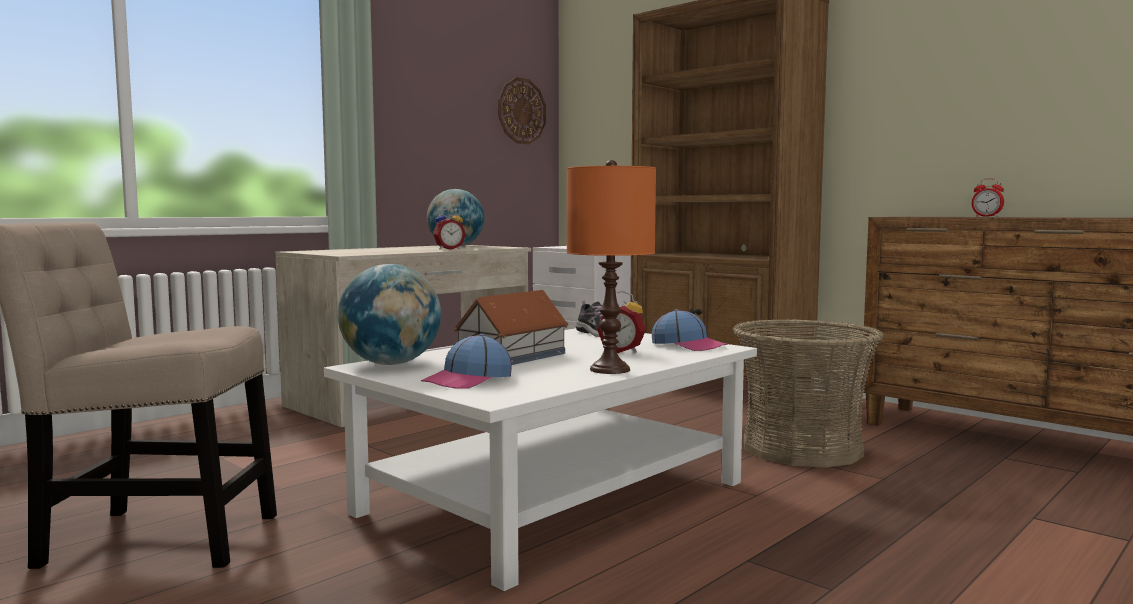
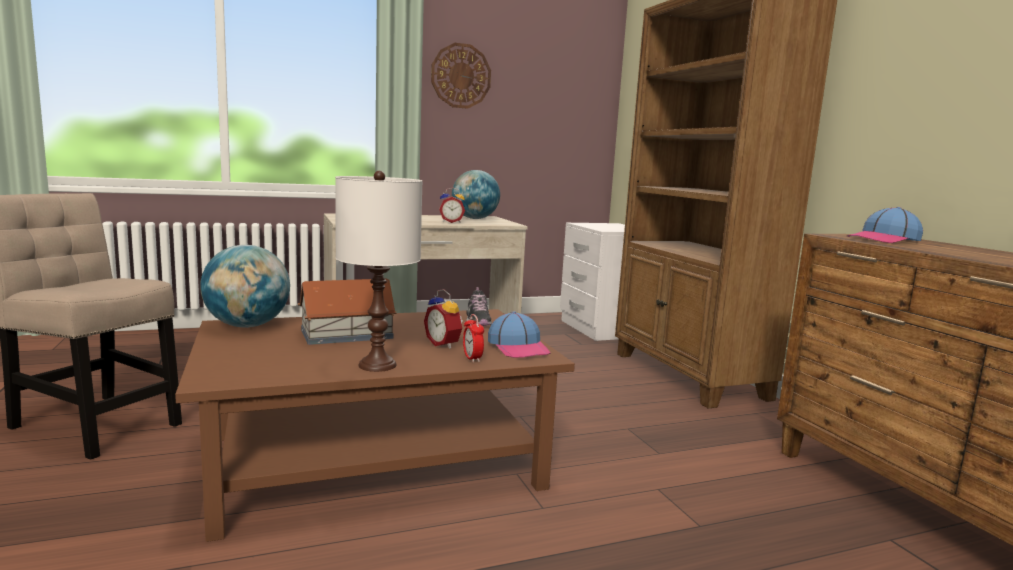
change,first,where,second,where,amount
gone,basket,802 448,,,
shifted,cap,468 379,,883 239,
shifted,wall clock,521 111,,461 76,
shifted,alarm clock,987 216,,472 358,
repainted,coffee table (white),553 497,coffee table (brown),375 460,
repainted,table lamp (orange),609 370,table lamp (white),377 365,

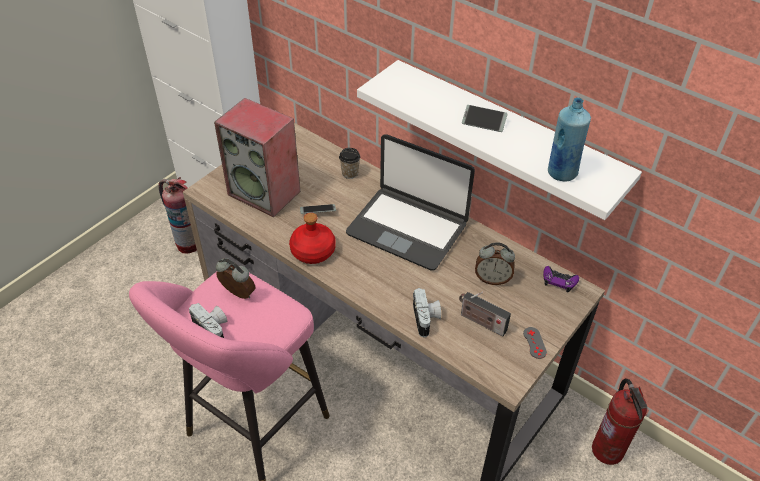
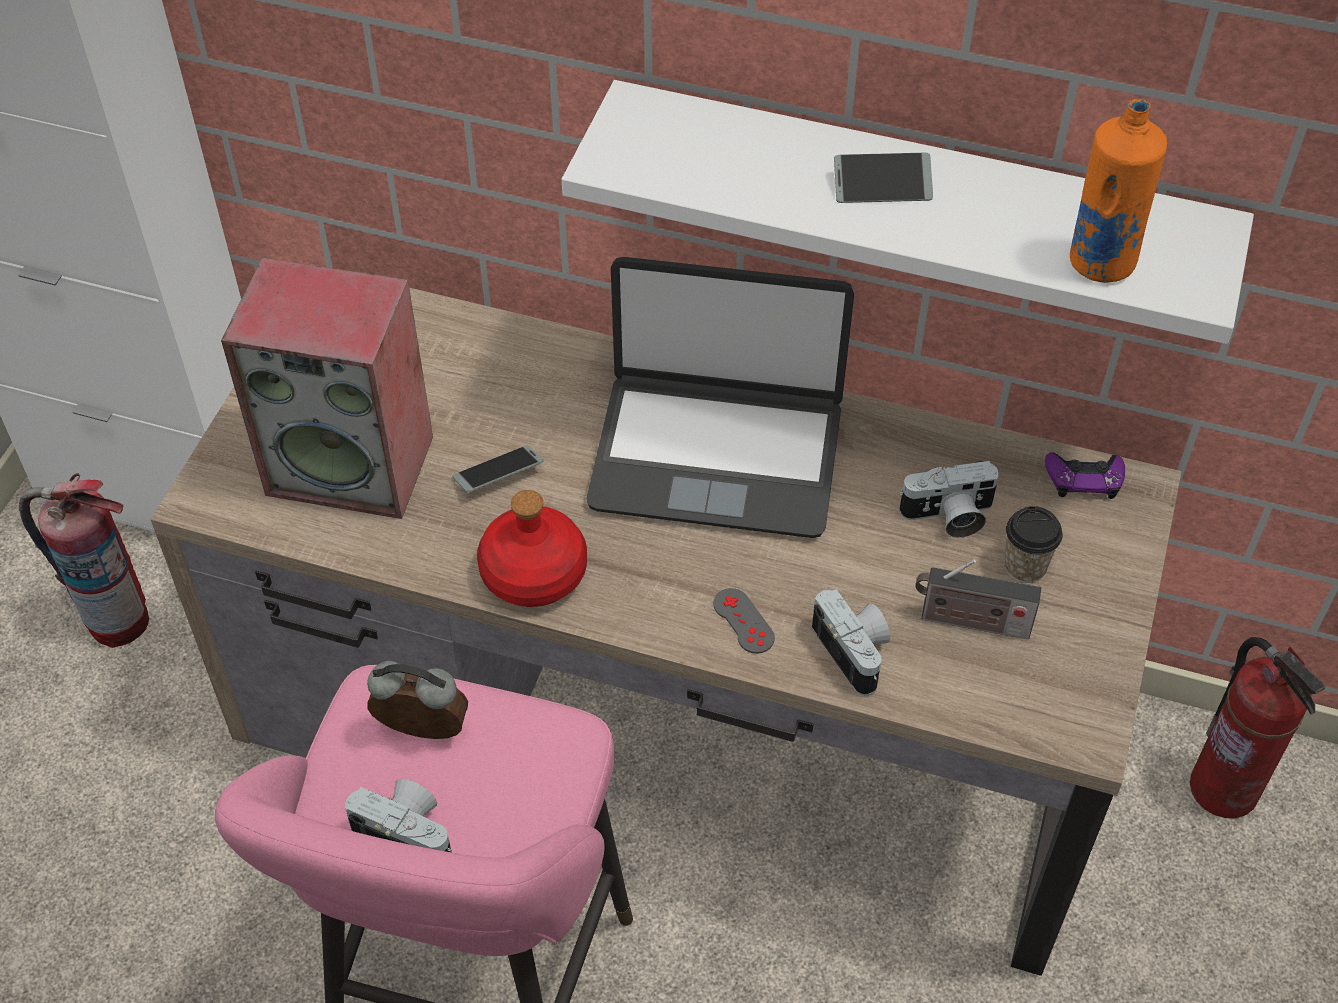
change,first,where,second,where,amount
shifted,cup,350 173,,1024 566,
shifted,game controller (grey),534 343,,743 621,
swapped,alarm clock,492 279,photo camera,949 517,
repainted,bottle (blue),561 172,bottle (orange),1100 262,

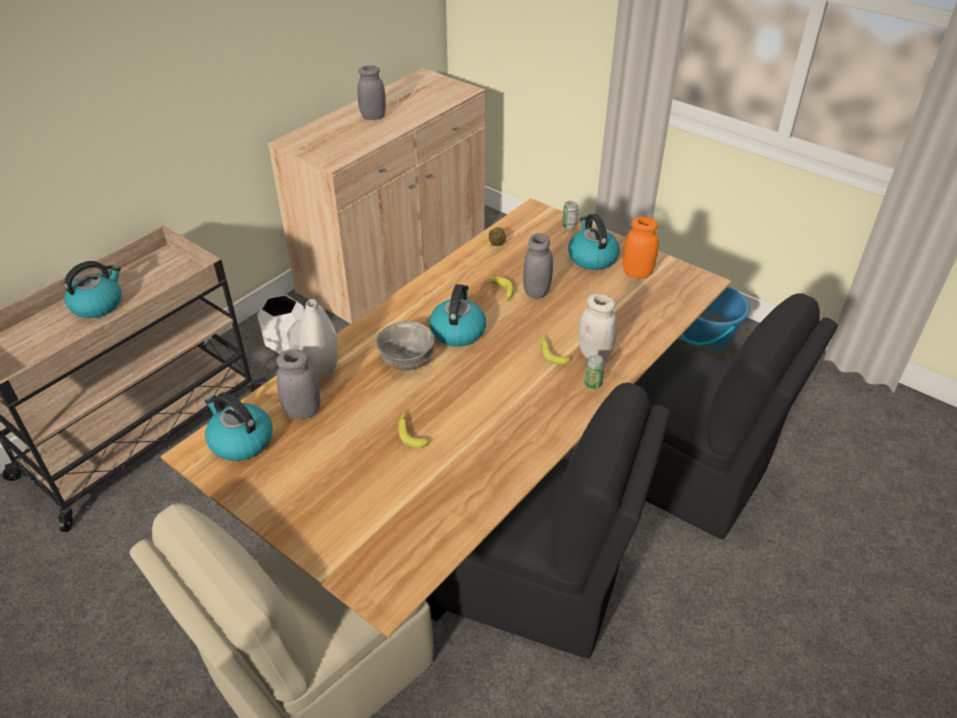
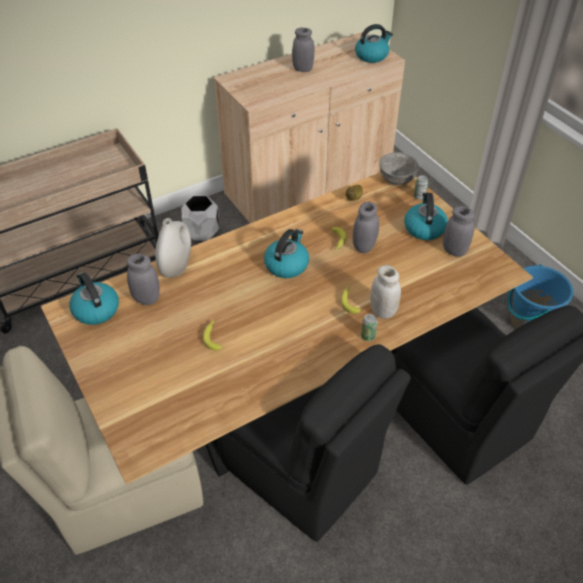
change,first,where,second,where,amount
shifted,kettle,98 304,,372 55,
shifted,bowl (grey),407 360,,397 179,
repainted,jar (orange),637 273,jar (grey),454 250,

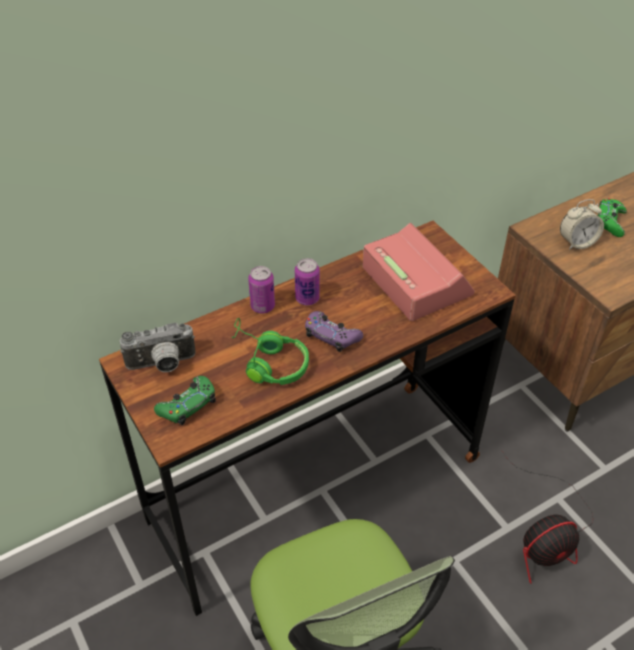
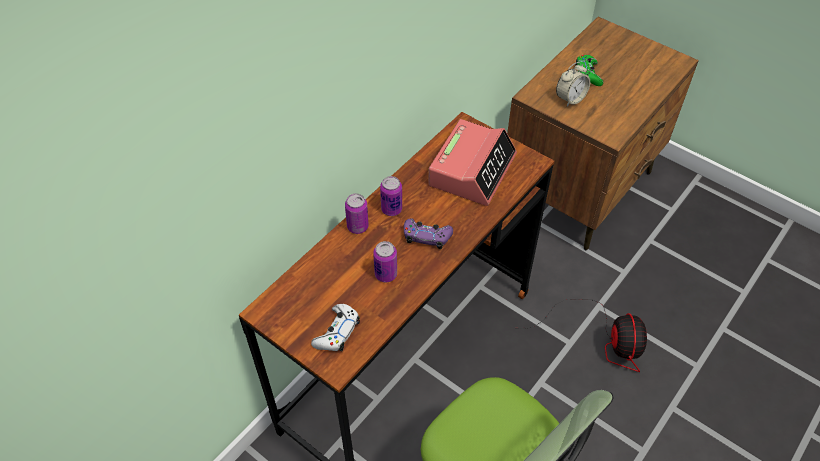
change,first,where,second,where,amount
gone,photo camera,162 365,,,
swapped,headphones (green),268 362,can,386 274,
repainted,game controller (green),187 405,game controller (white),337 332,
rotated,alarm clock,415 281,,472 170,75 degrees clockwise
rotated,fan,547 535,,602 338,45 degrees counterclockwise

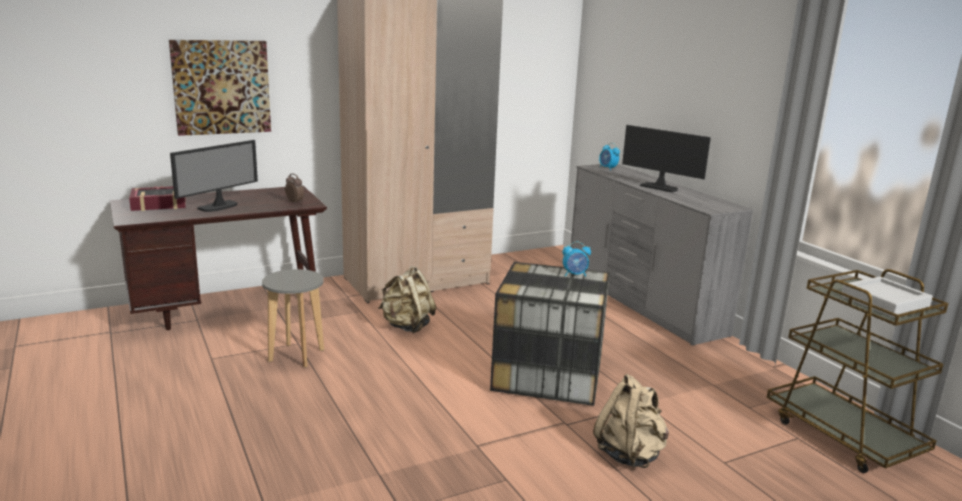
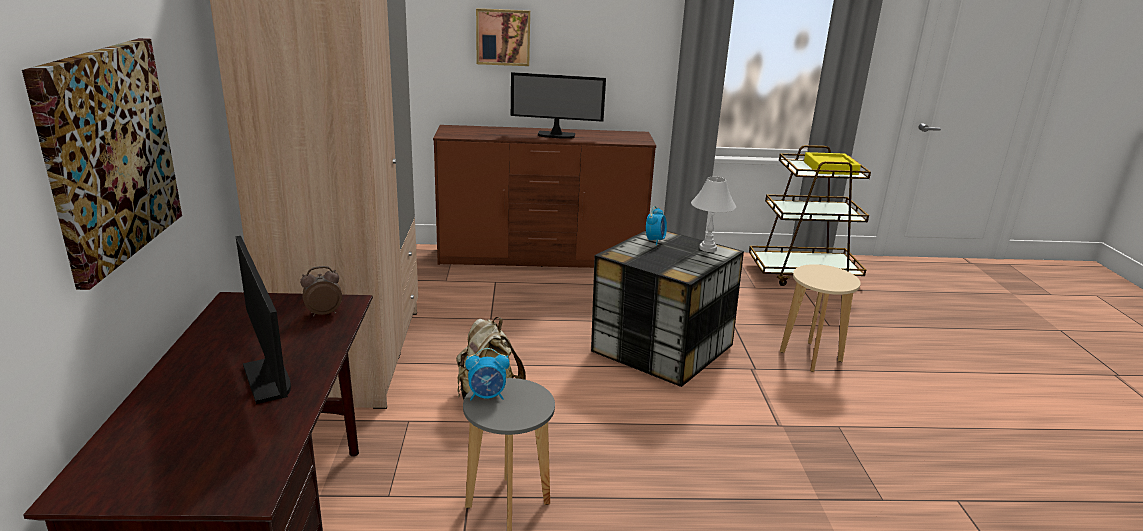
change,first,where,second,where,amount
gone,book,159 204,,,
new,,,picture,503 37,
new,,,table lamp (white),707 248,
shifted,alarm clock,608 168,,487 396,
swapped,backpack (beige),630 454,stool (beige),810 357,
repainted,dresser (grey),641 302,dresser (brown),542 258,
repainted,tray (grey),884 302,tray (yellow),830 168,
rotated,monitor,659 187,,556 135,150 degrees counterclockwise

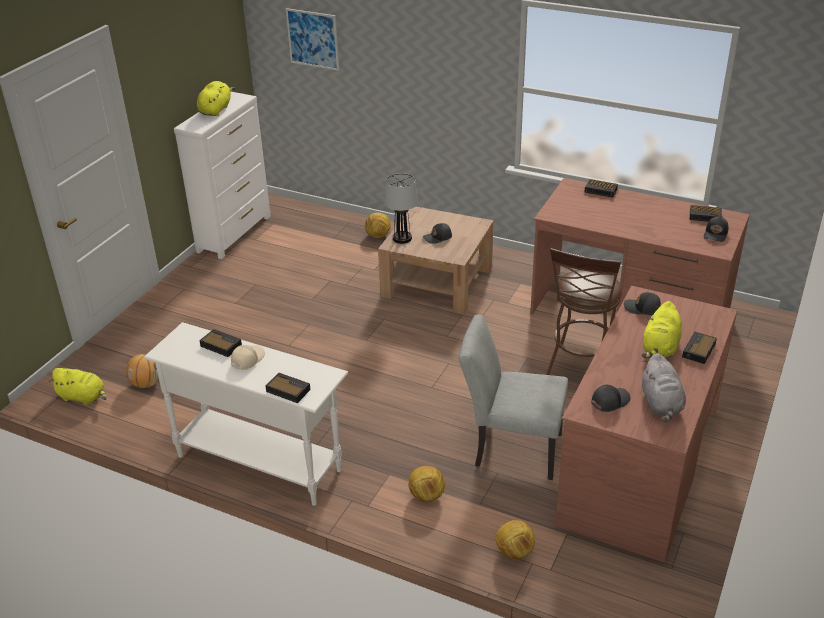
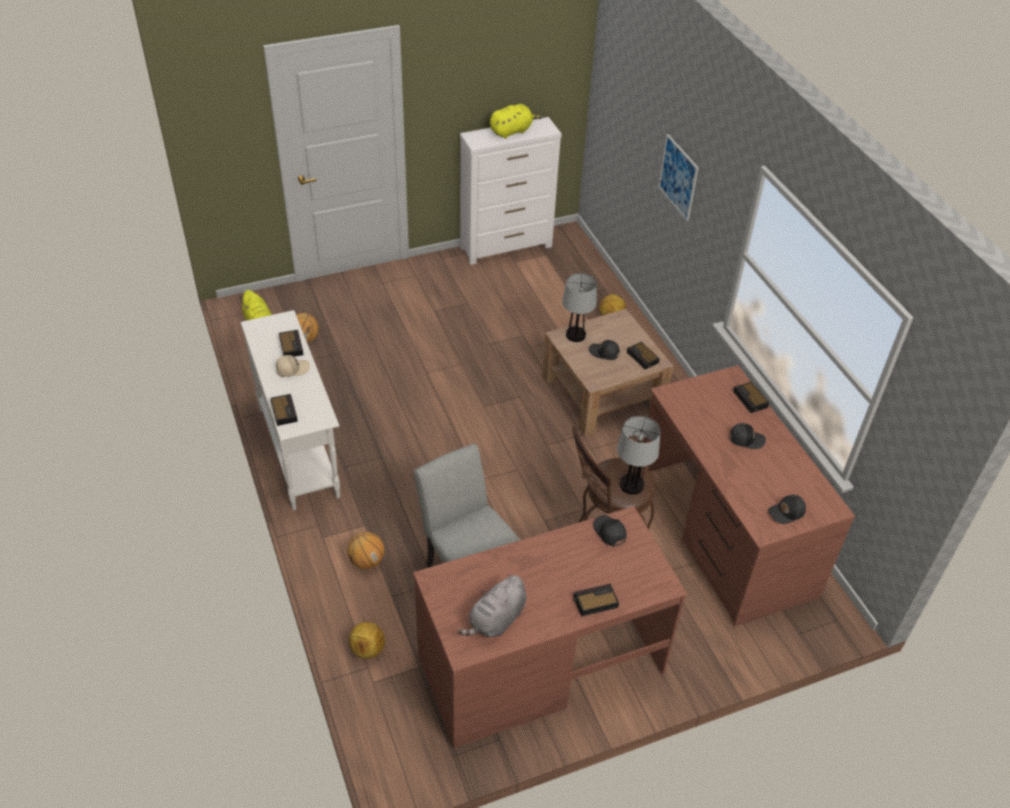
change,first,where,second,where,amount
gone,plush toy (yellow),660 348,,,
new,,,table lamp,631 484,
shifted,picture,313 39,,678 177,
shifted,cap (black),609 401,,746 439,
shifted,alarm clock,706 216,,643 358,
swapped,football,426 496,basketball,366 561,

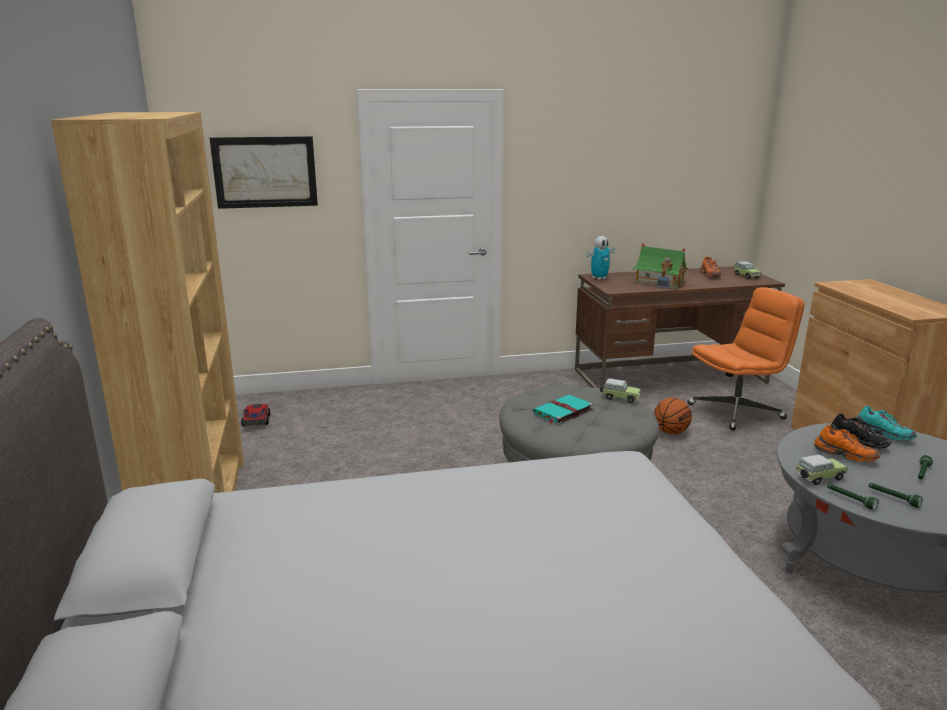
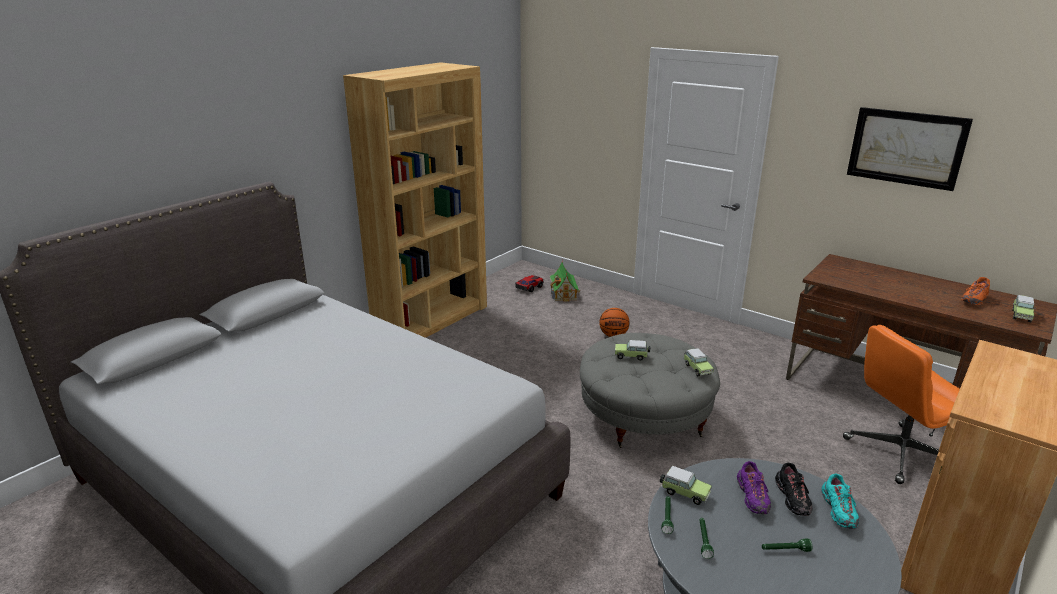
change,first,where,second,where,amount
gone,toy robot,599 278,,,
shifted,picture,265 172,,906 148,
shifted,toy house,660 282,,563 293,
shifted,basketball,670 432,,613 335,
swapped,book (turquoise),562 411,toy car,632 356,
repainted,shoe (orange),844 455,shoe (purple),752 497,
rotated,office chair (orange),736 411,,899 453,135 degrees clockwise

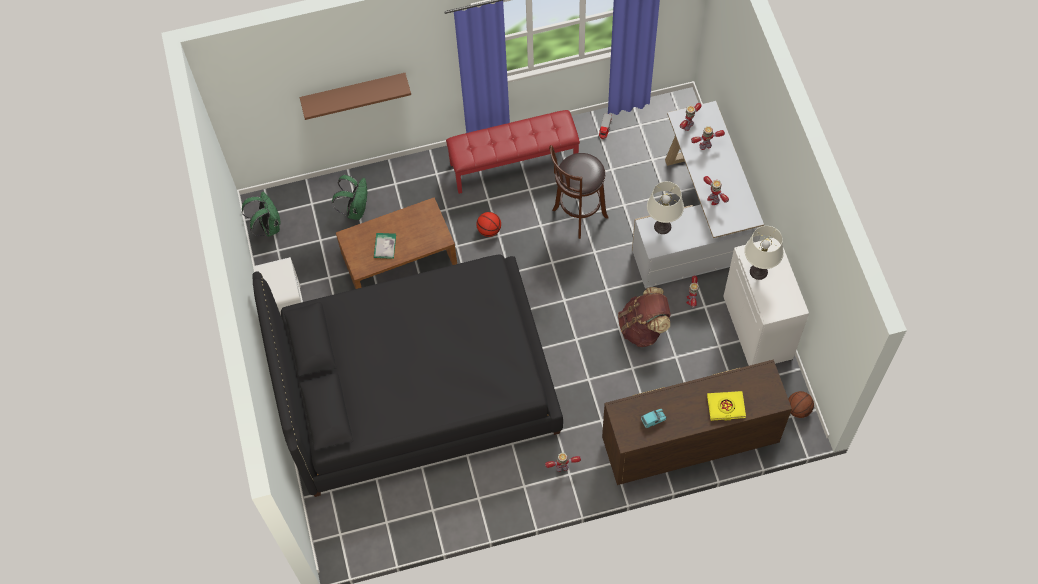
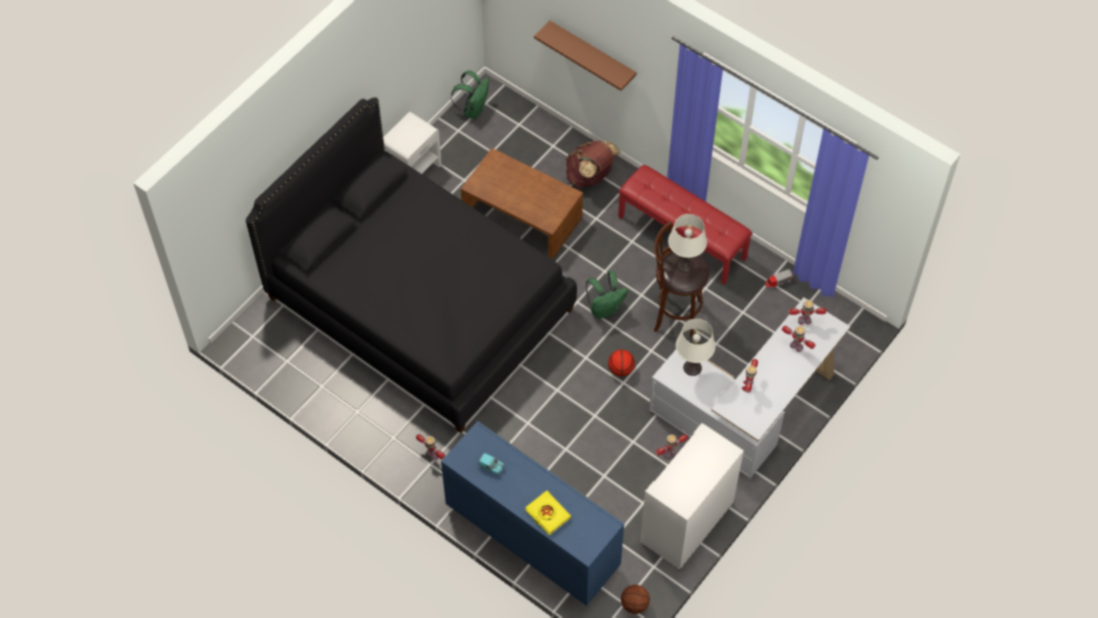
change,first,where,second,where,amount
gone,book,385 246,,,
shifted,backpack (green),356 209,,605 309,
shifted,basketball,489 230,,620 369,
shifted,backpack (brown),643 328,,590 176,
shifted,table lamp (white),758 271,,684 265,
repainted,dresser (brown),688 442,dresser (blue),532 536,

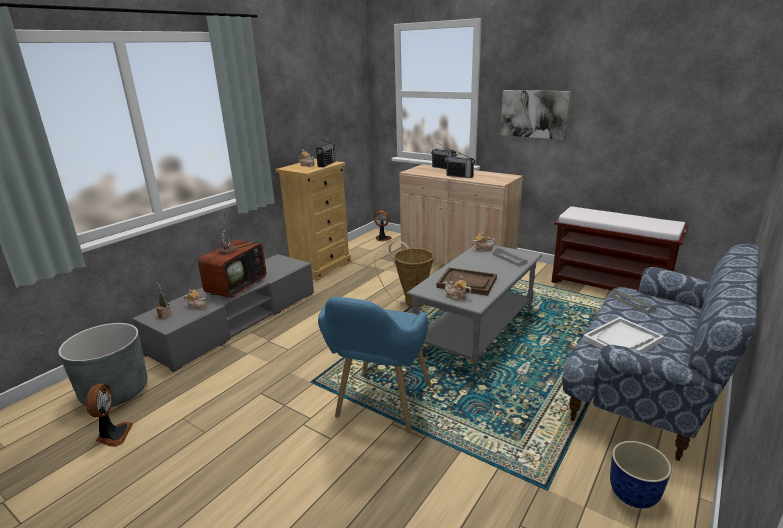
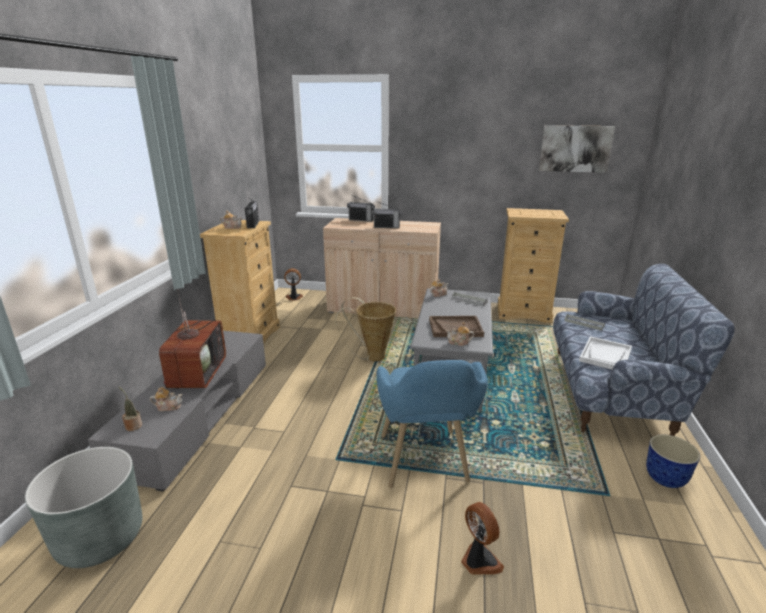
change,first,where,second,where,amount
shifted,fan,113 435,,479 561,
shifted,picture,534 114,,575 148,
swapped,bench (brown),610 286,dresser (beige),524 313,

